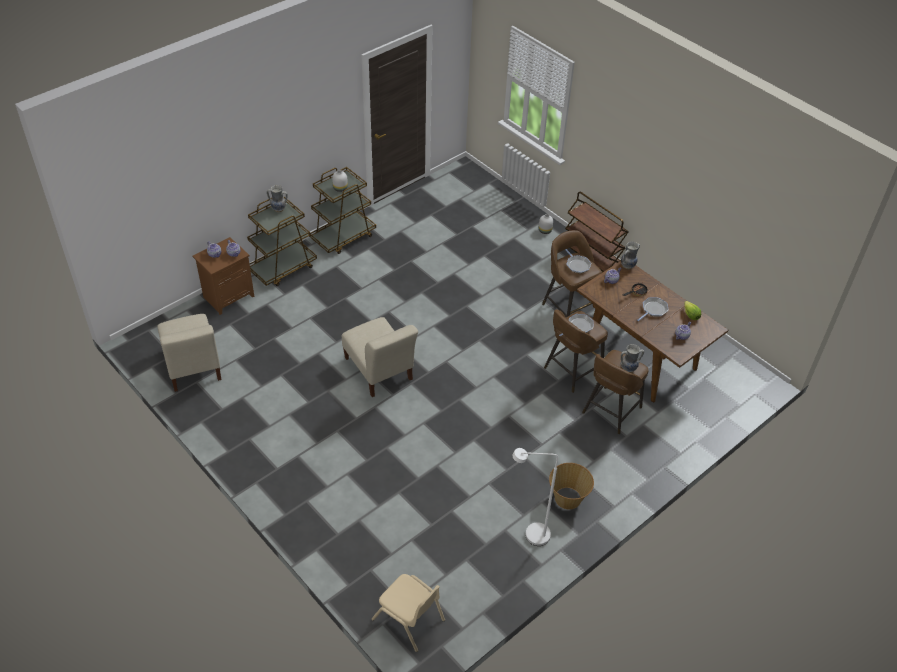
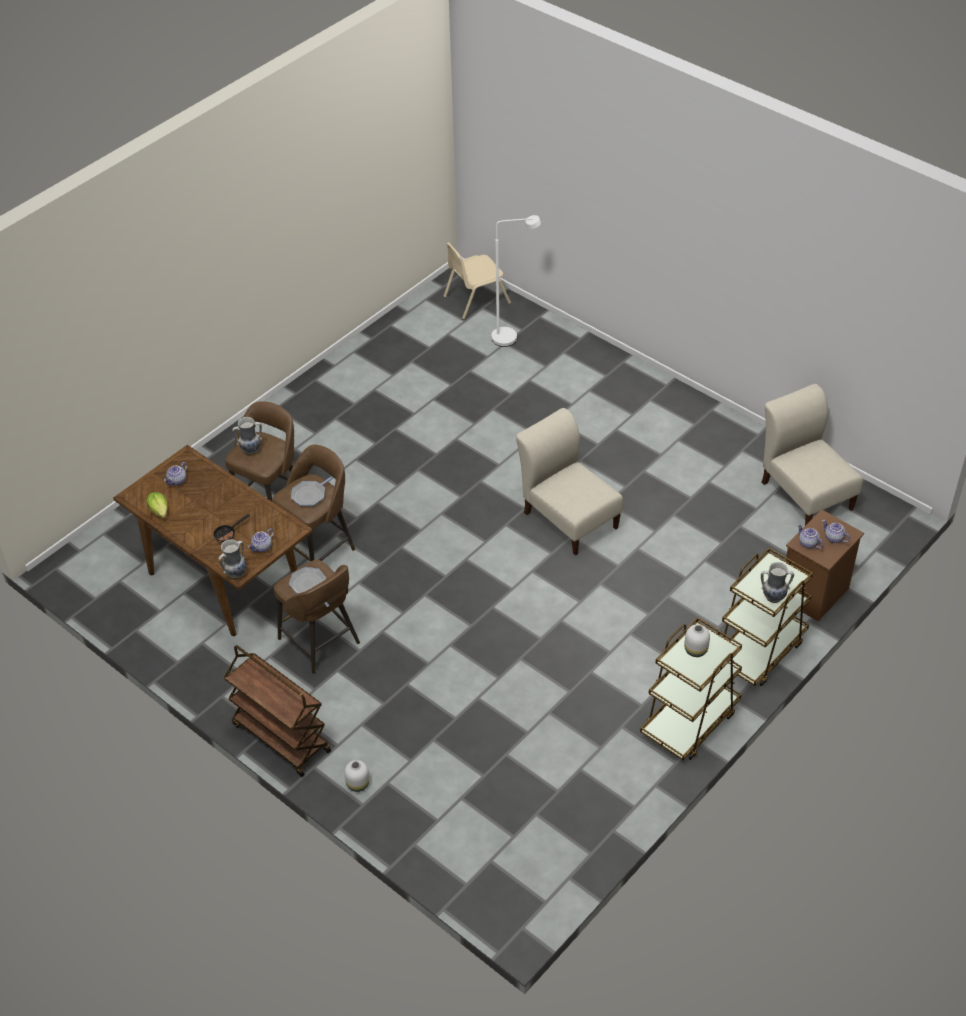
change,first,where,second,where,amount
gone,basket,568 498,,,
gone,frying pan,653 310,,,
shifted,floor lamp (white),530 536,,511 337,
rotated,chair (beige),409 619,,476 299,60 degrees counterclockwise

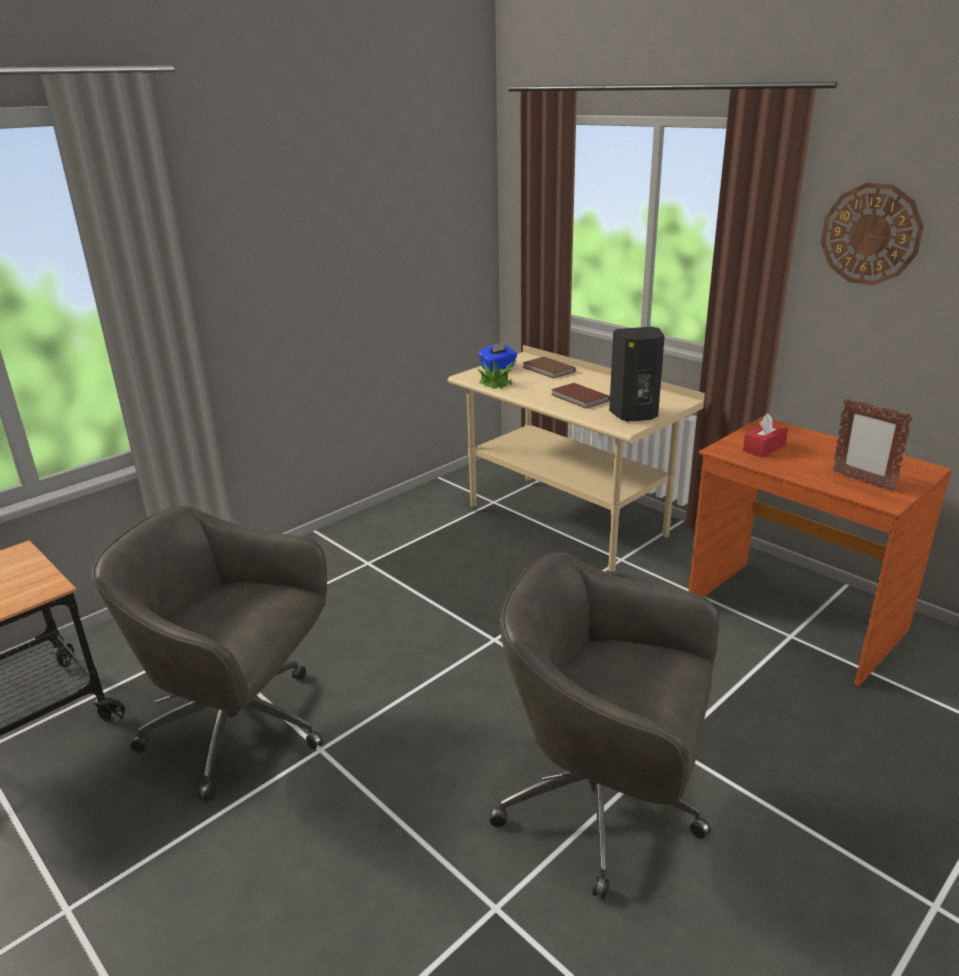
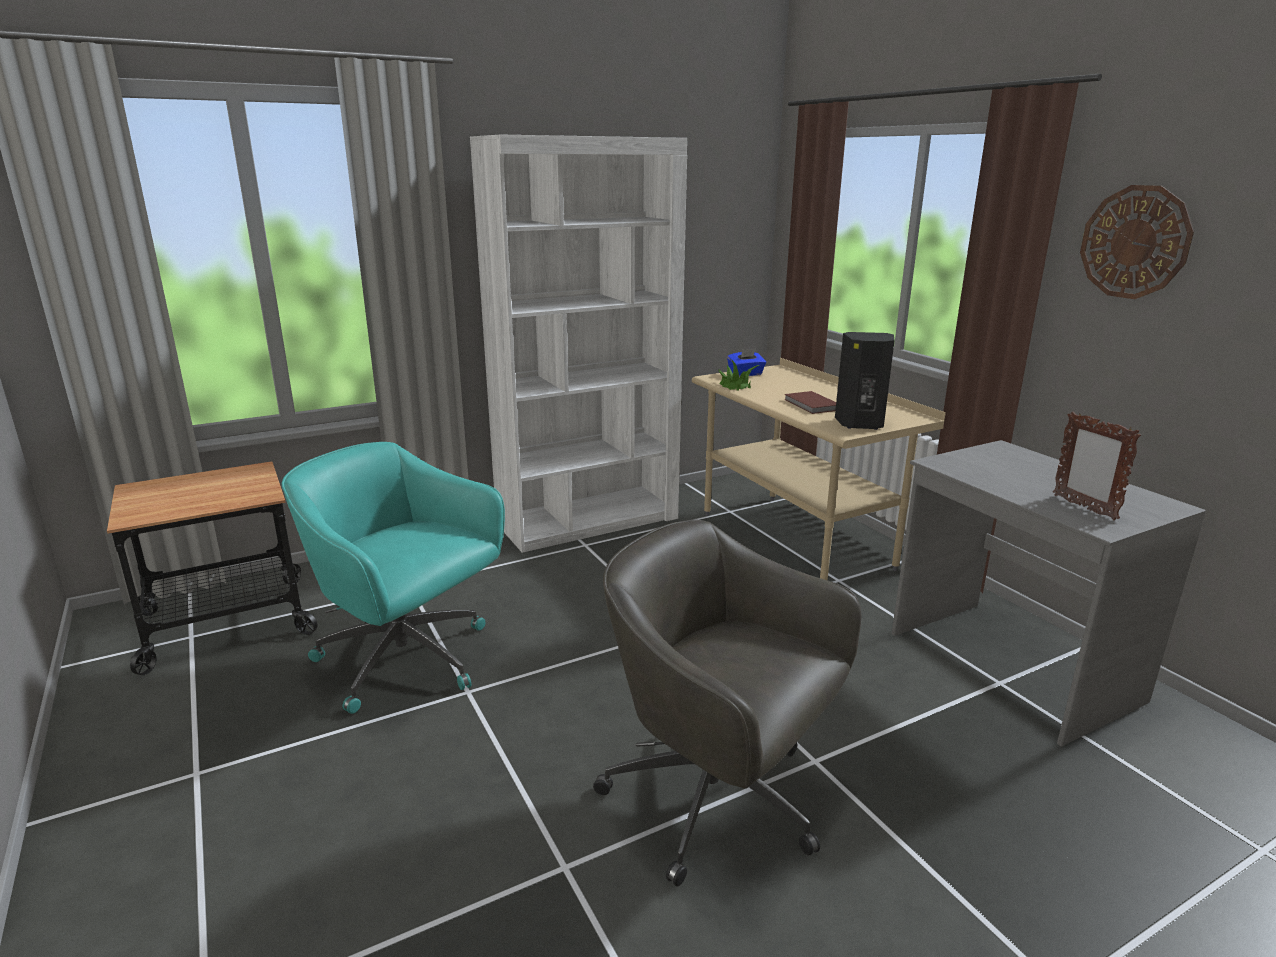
change,first,where,second,where,amount
gone,book (brown),548 370,,,
gone,tissue box (red),764 448,,,
new,,,bookcase (white),588 521,
repainted,office chair (grey),241 729,office chair (turquoise),408 661,
repainted,desk (brown),793 618,desk (grey),1009 666,

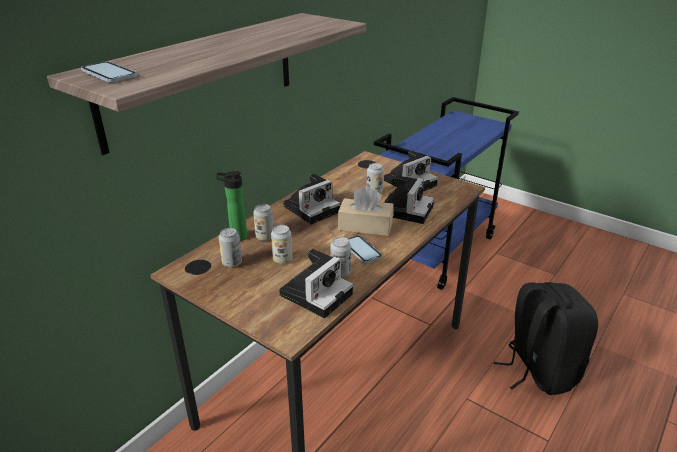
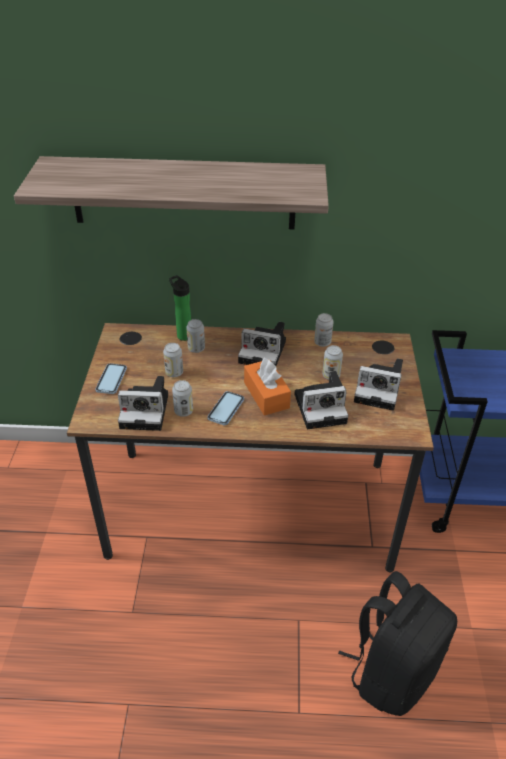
change,first,where,second,where,amount
shifted,phone,109 74,,111 379,
shifted,can,232 263,,322 342,
repainted,tissue box (beige),365 226,tissue box (orange),266 395,

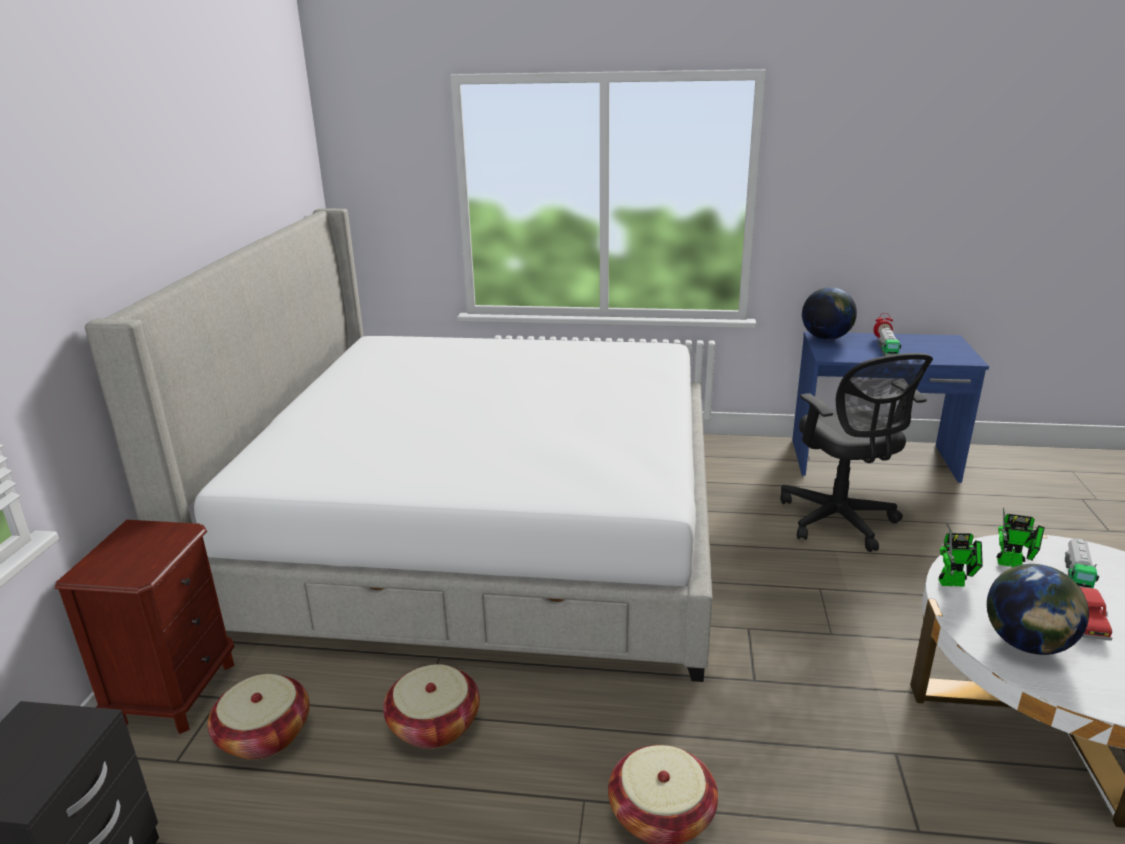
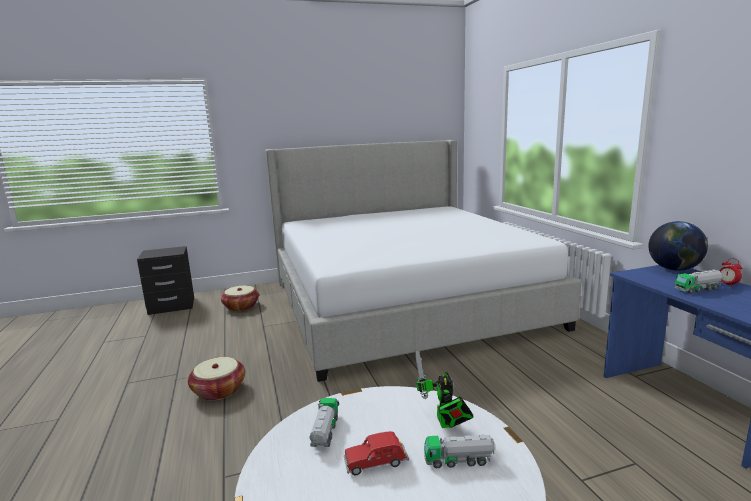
change,first,where,second,where,amount
gone,nightstand (brown),176 693,,,
gone,basket,434 725,,,
gone,office chair (black),840 522,,,
gone,toy robot,955 583,,,
swapped,globe,1027 644,toy truck,325 432,

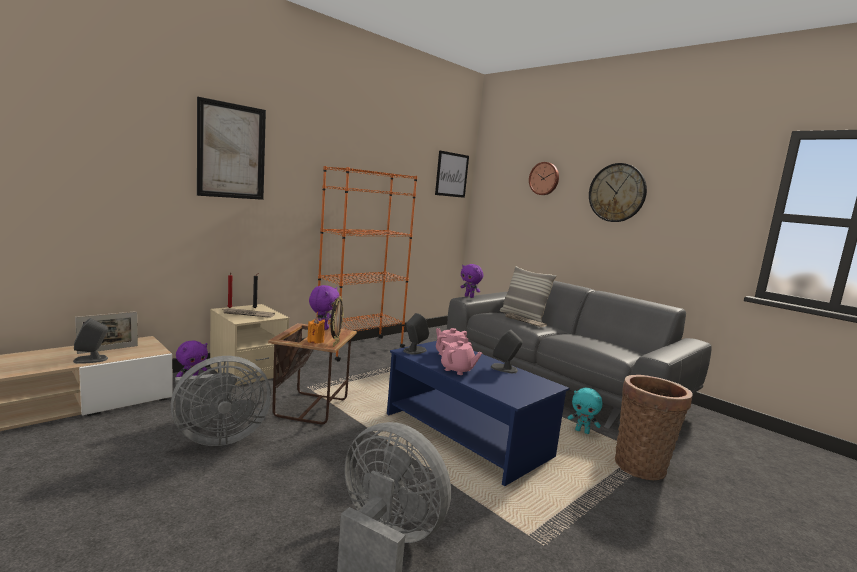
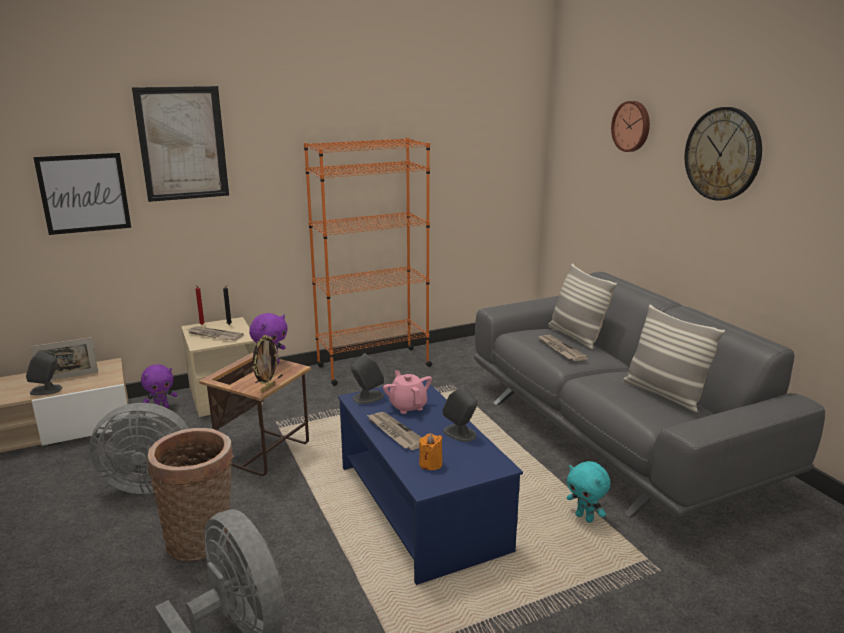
change,first,where,second,where,amount
gone,plush toy (purple),469 296,,,
new,,,pillow,664 394,
shifted,candle (orange),315 341,,430 464,
shifted,picture,451 174,,84 193,
shifted,basket,642 465,,202 540,
swapped,teapot (pink),457 370,newspaper,395 432,

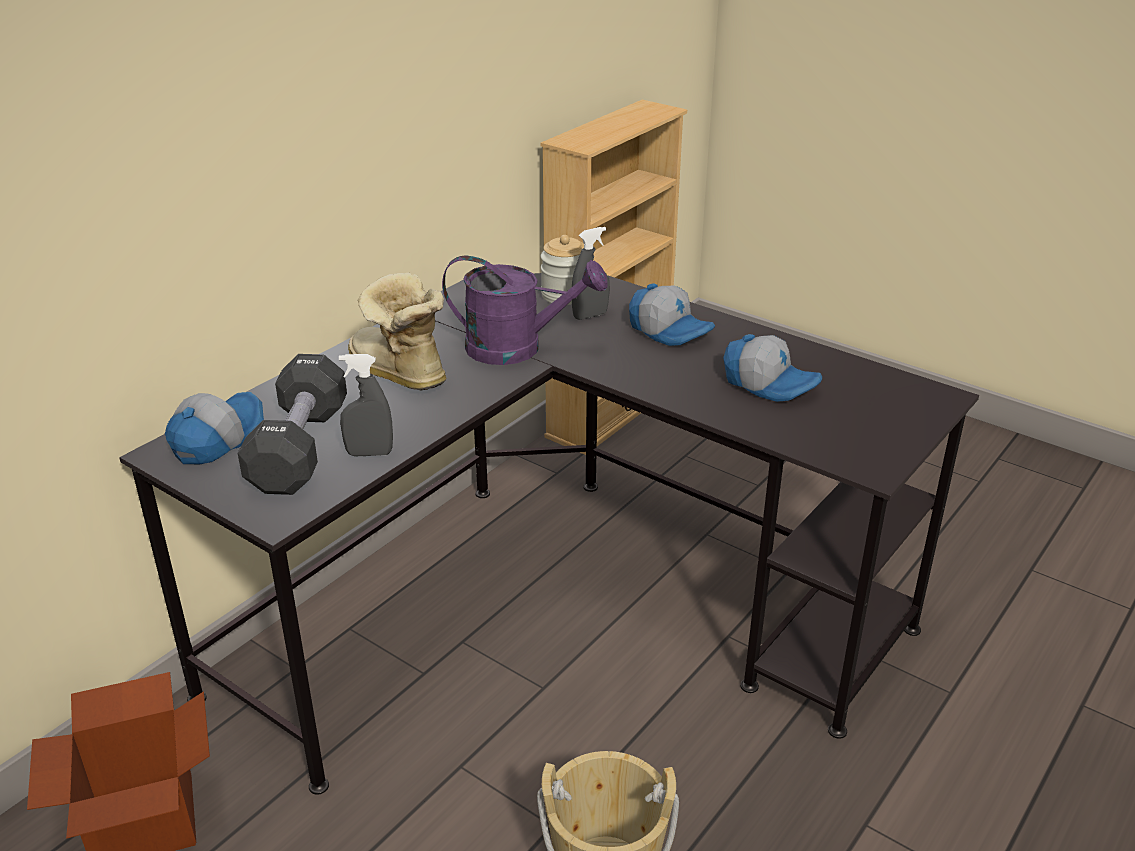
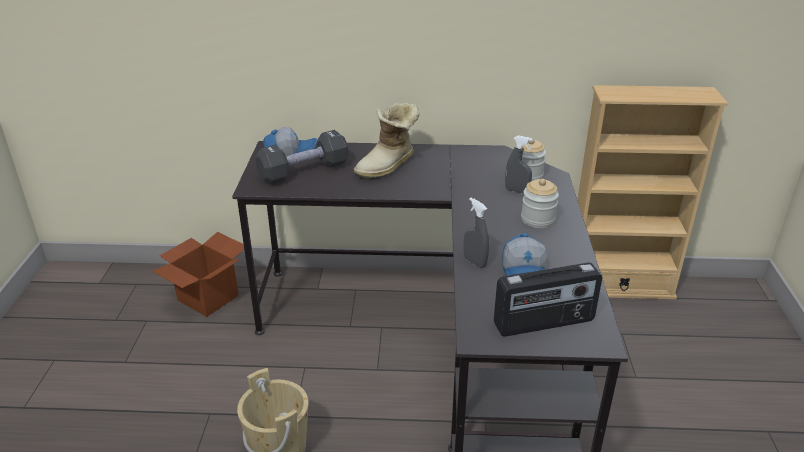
change,first,where,second,where,amount
gone,watering can (purple),517 348,,,
new,,,radio,544 323,
shifted,spray bottle (grey),369 453,,474 262,
swapped,cap,670 330,jar,537 219,
rotated,boot,396 374,,388 166,150 degrees counterclockwise

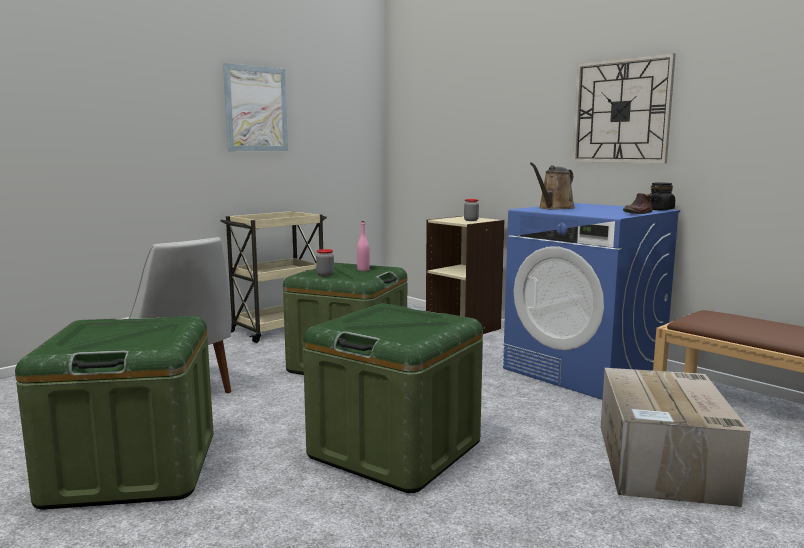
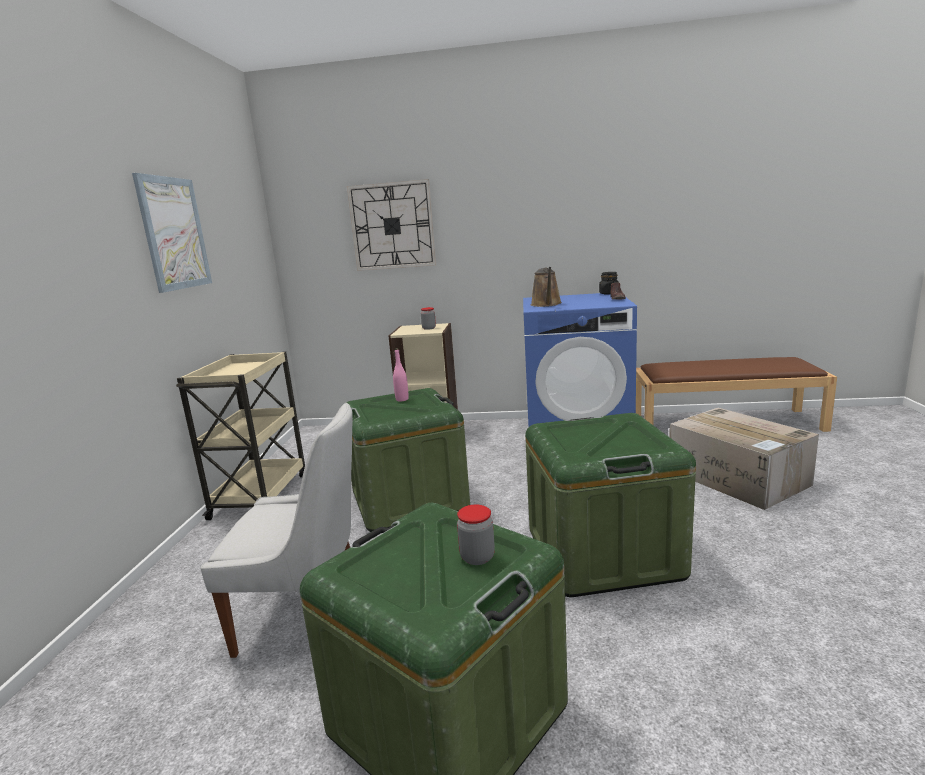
change,first,where,second,where,amount
shifted,jar,325 275,,477 557,
shifted,wall clock,621 111,,392 226,

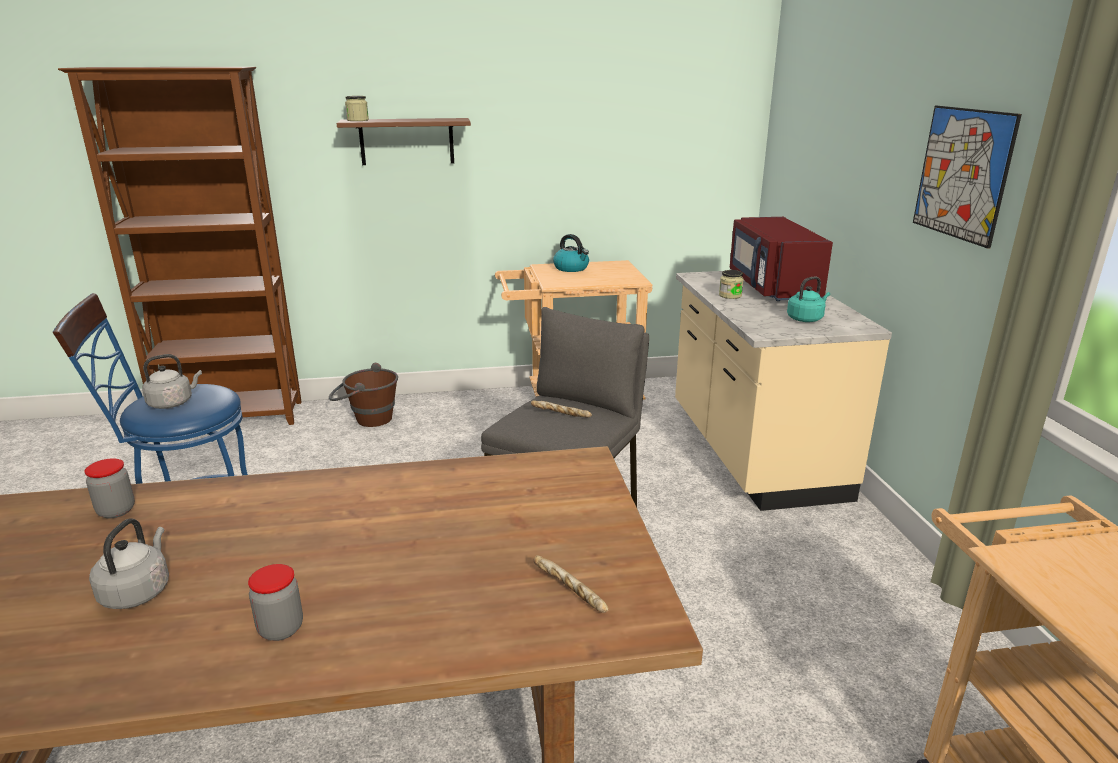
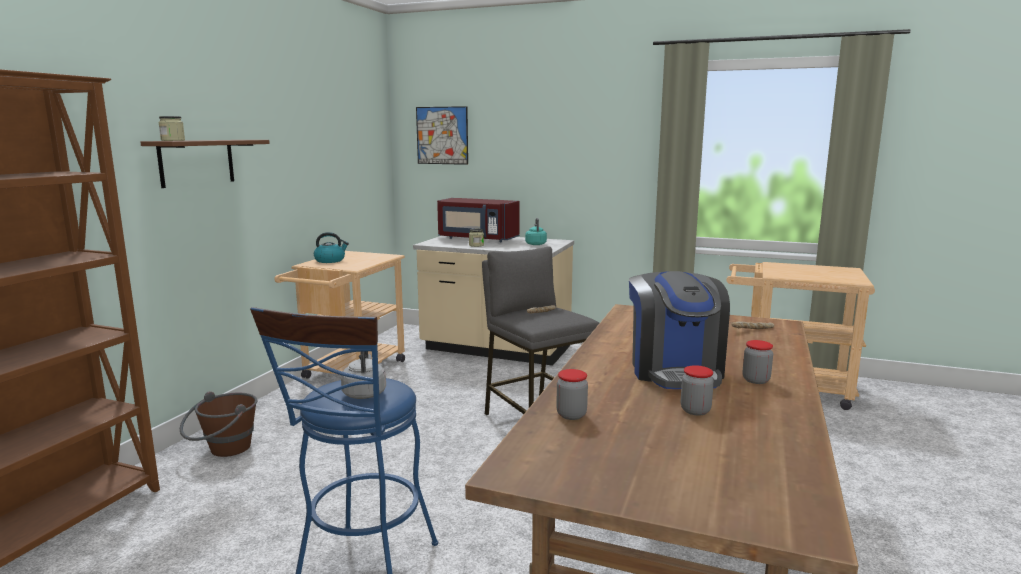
change,first,where,second,where,amount
new,,,coffee machine,675 370,
shifted,picture,962 174,,442 135,
swapped,kettle (grey),138 591,jar,695 410,

